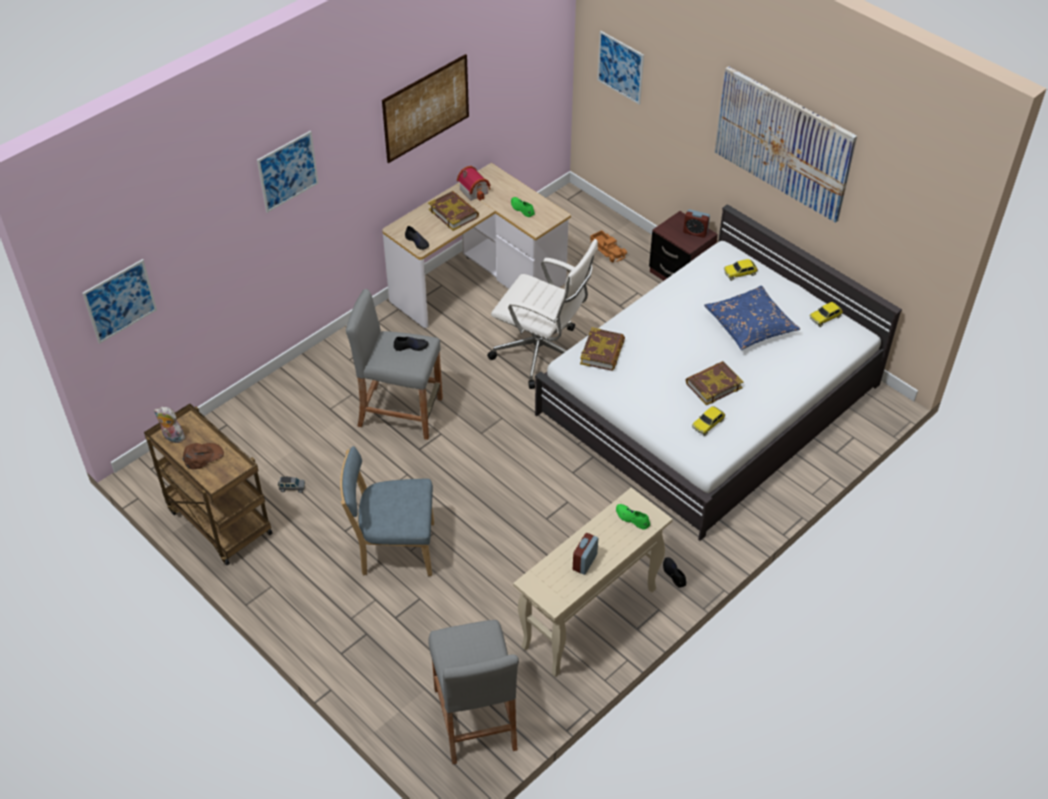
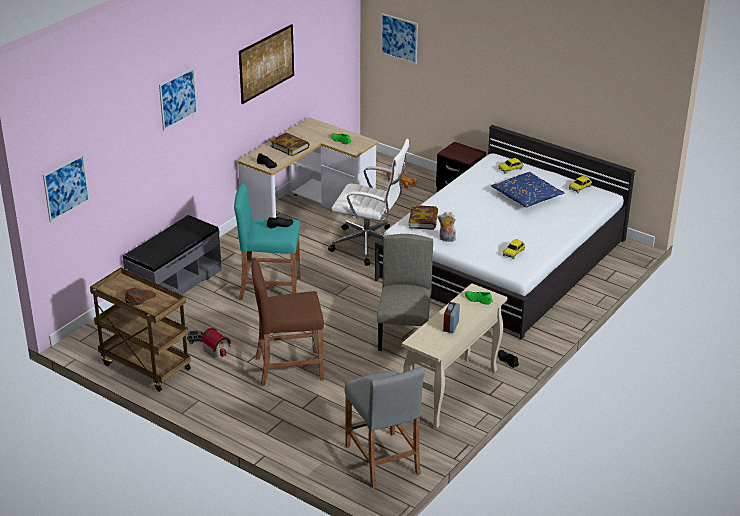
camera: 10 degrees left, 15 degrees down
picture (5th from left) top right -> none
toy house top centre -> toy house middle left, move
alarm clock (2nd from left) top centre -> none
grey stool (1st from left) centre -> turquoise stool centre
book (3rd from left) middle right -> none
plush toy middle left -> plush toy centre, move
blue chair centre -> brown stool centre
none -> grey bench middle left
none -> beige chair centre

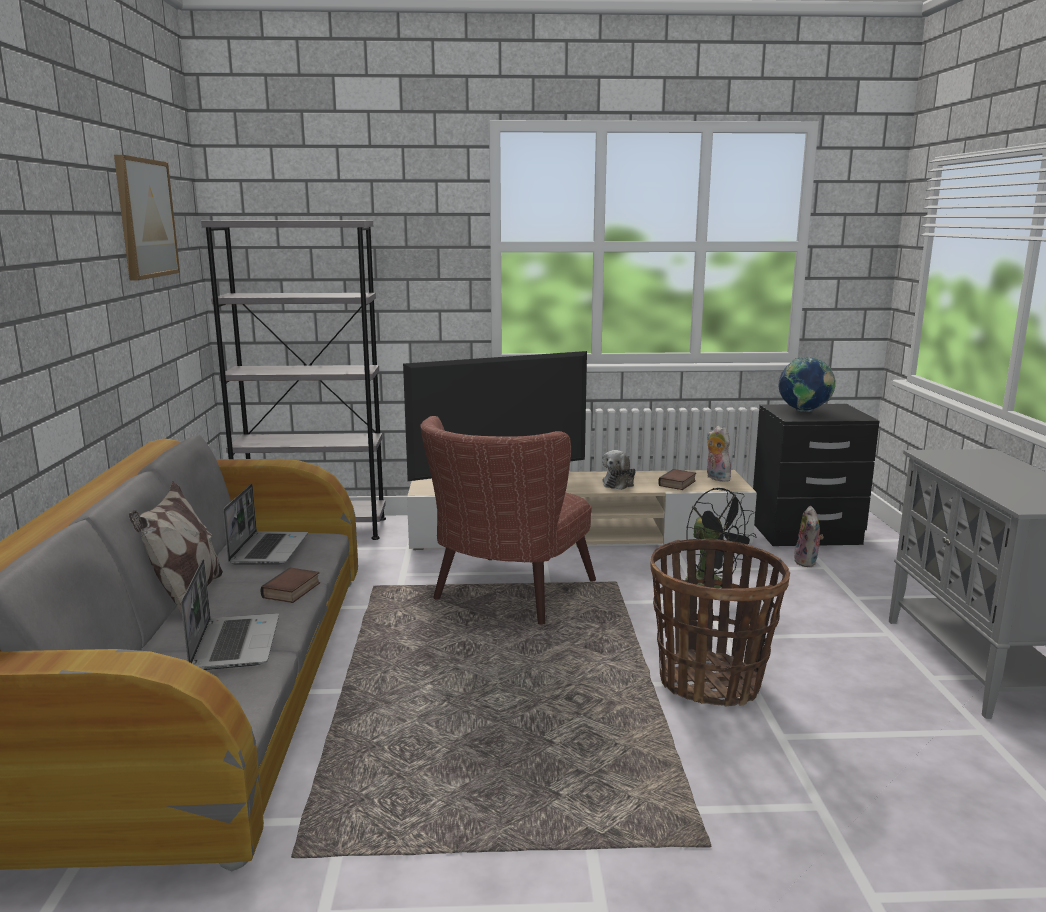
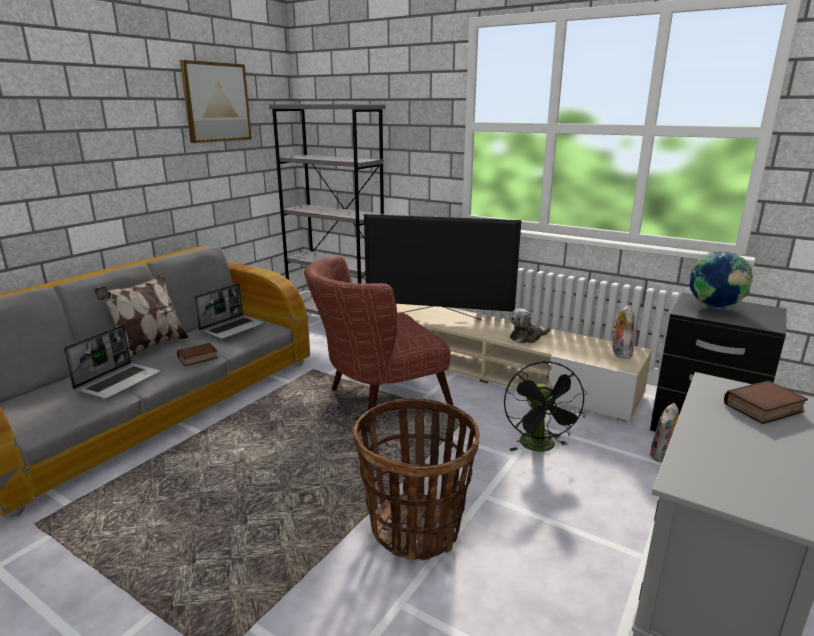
camera: 35 degrees right, 5 degrees up
book (2nd from left) centre -> book (2nd from left) middle right, move

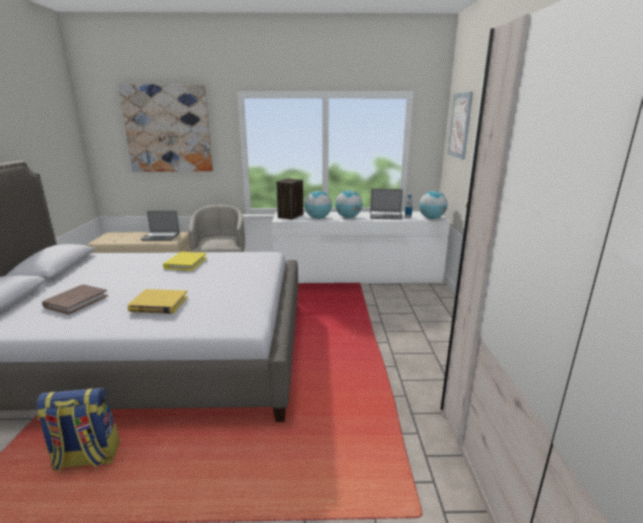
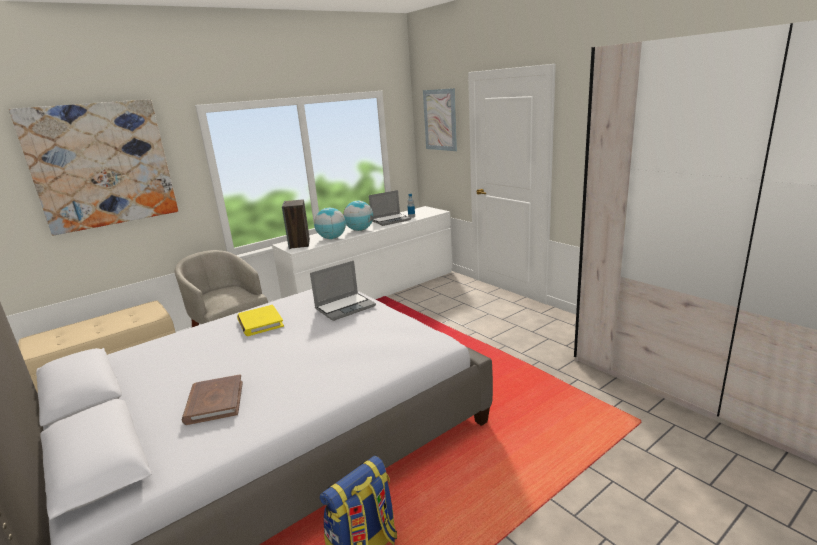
camera: 35 degrees left, 0 degrees up
globe (3rd from left) middle right -> none
laptop (1st from left) middle left -> laptop (1st from left) centre, move
yellow book (1st from left) middle left -> none

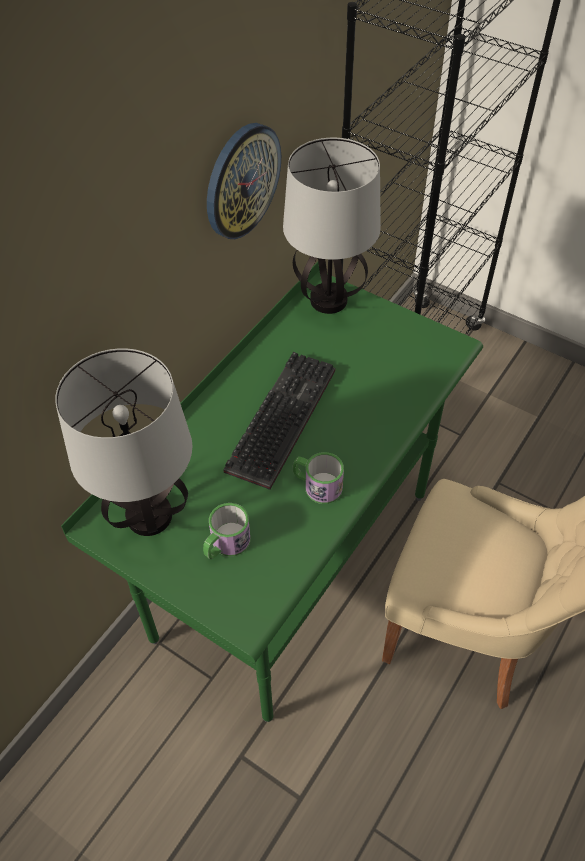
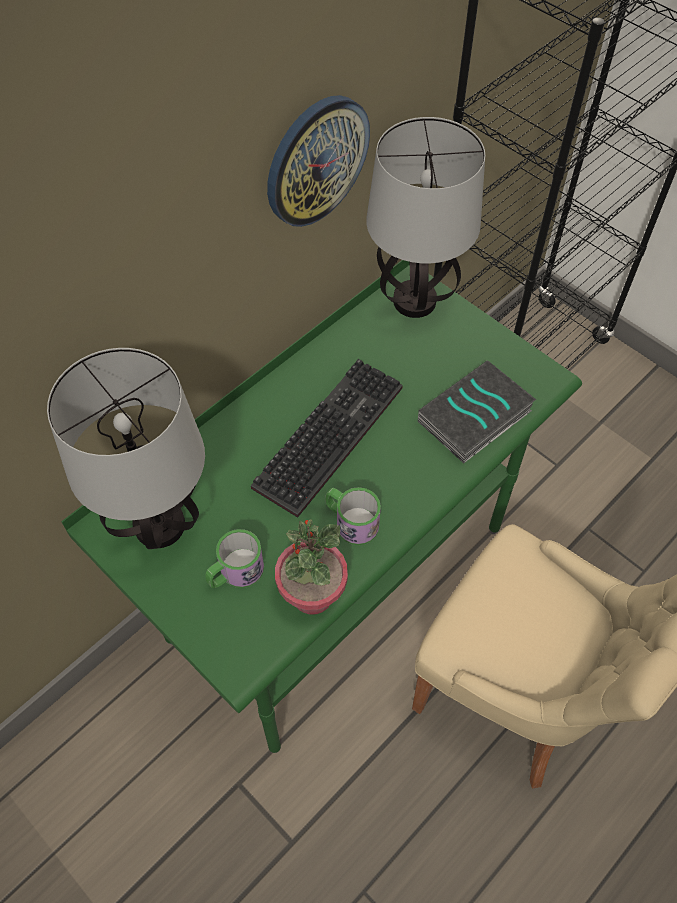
camera: 10 degrees right, 5 degrees up
none -> book middle right
none -> potted plant centre

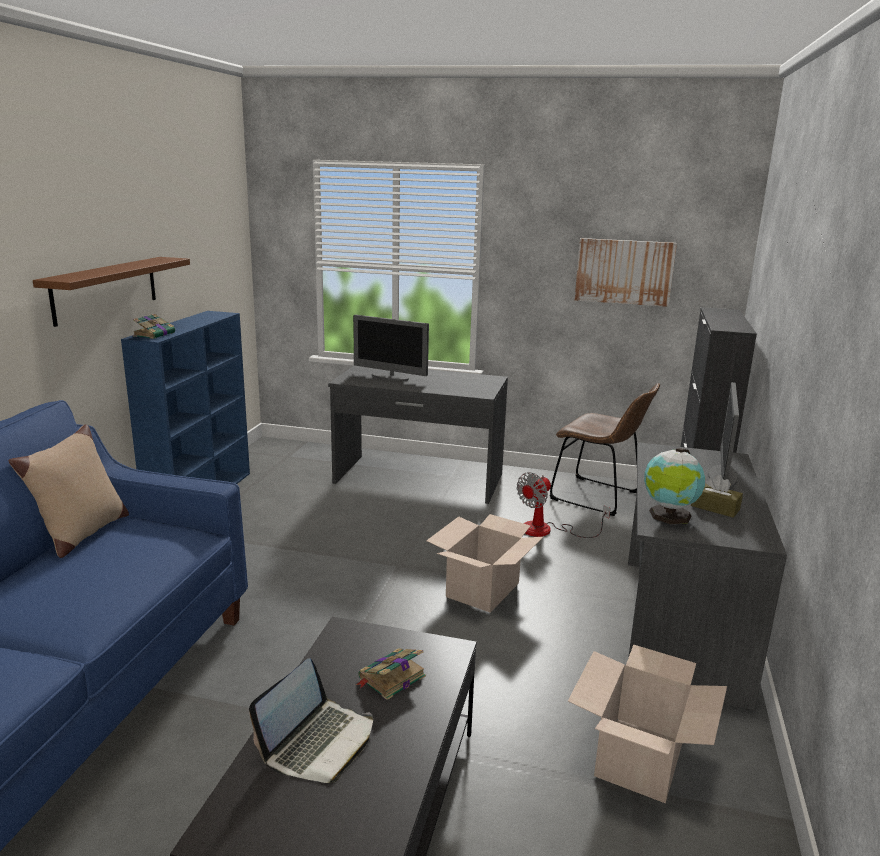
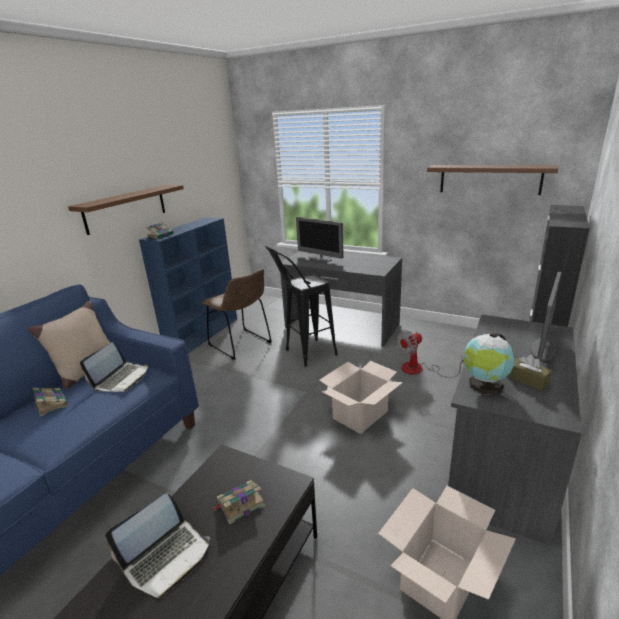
camera: 15 degrees right, 5 degrees up
picture top right -> brown shelf (2nd from left) top right
brown chair middle right -> brown chair centre, move
none -> black stool centre
none -> laptop (1st from left) middle left
none -> book (1st from left) middle left

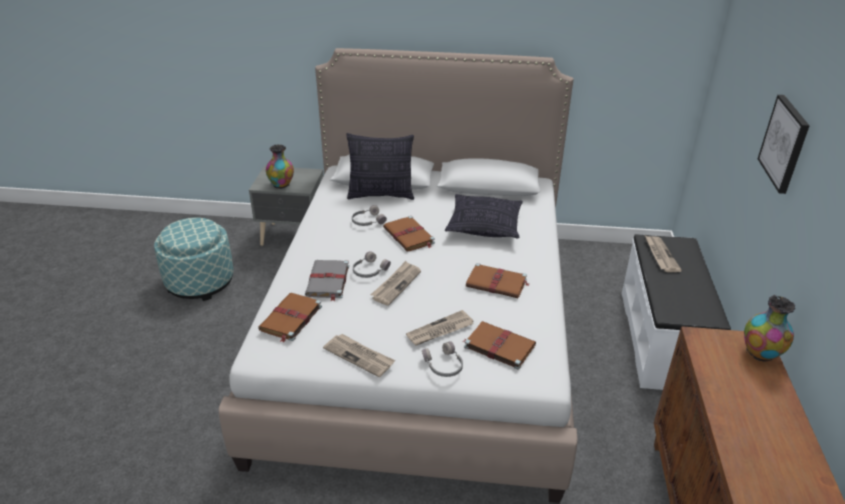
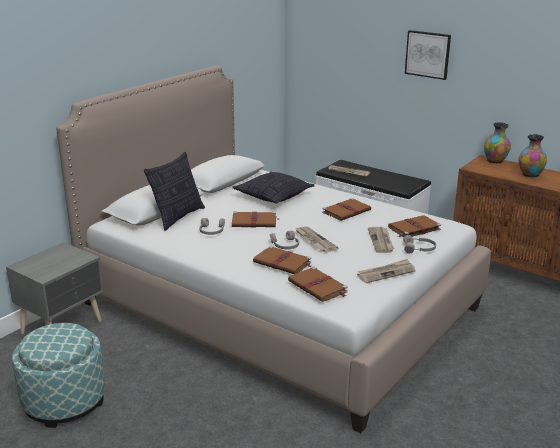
camera: 60 degrees left, 10 degrees down
vase (1st from left in the first image) top left -> vase (2nd from left) middle right, move
grey book centre -> brown book (2nd from left) centre

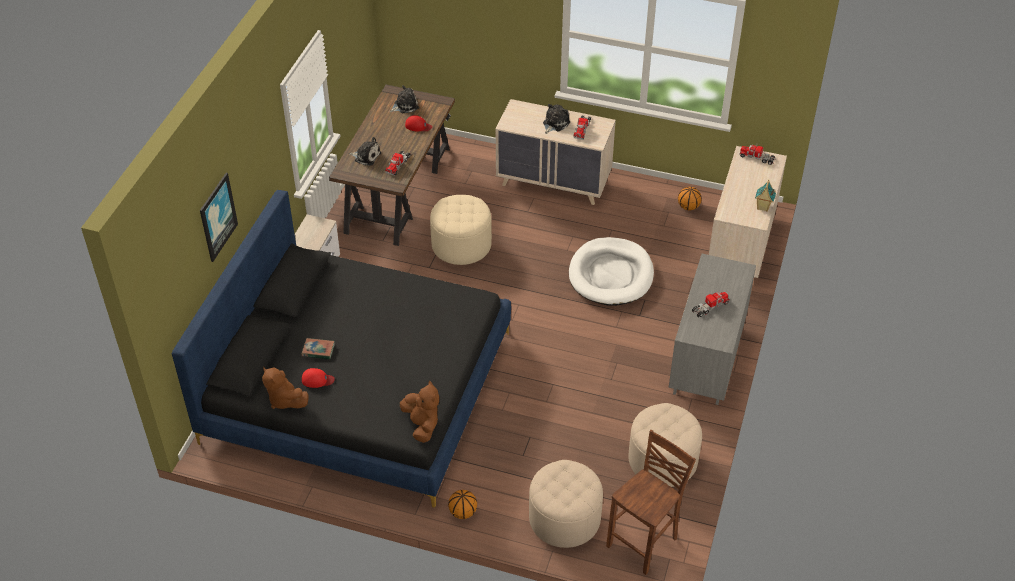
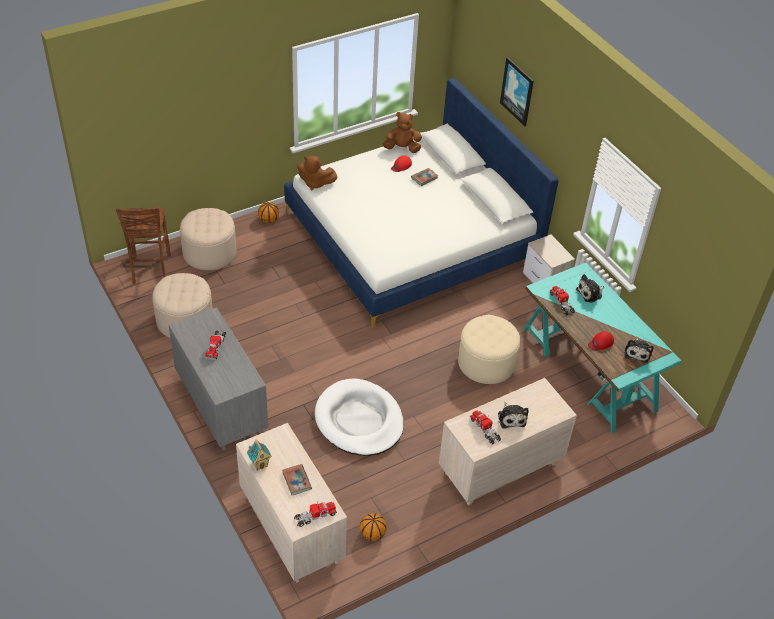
camera: 130 degrees right, 0 degrees up
brown desk top centre -> turquoise desk middle right
black bed centre -> white bed top centre
none -> book (1st from left) bottom centre

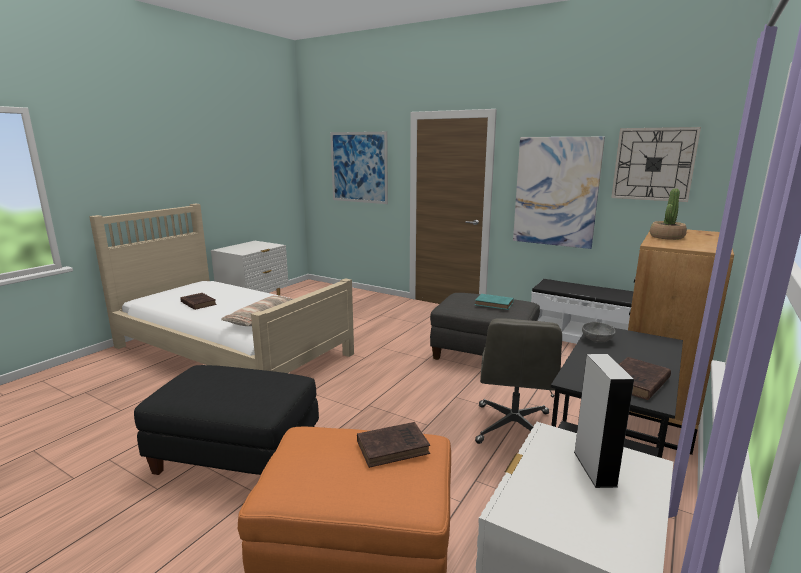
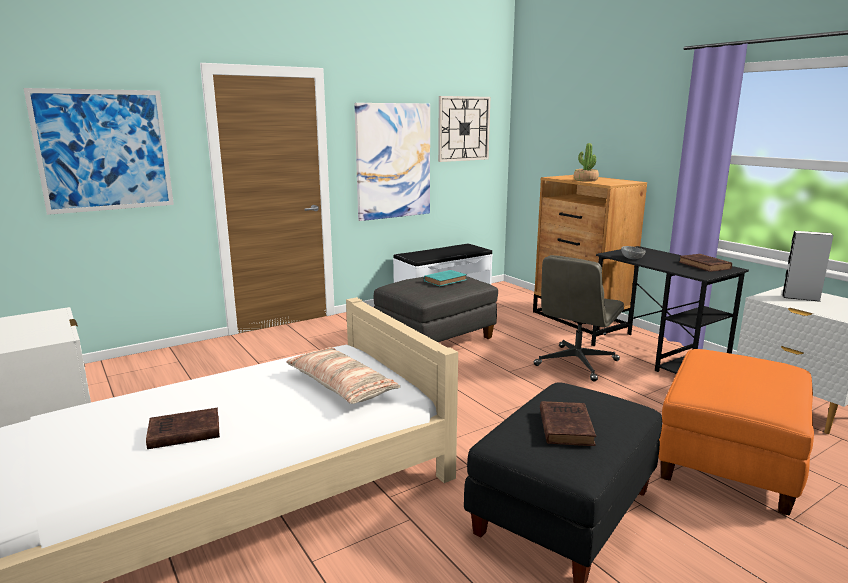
camera: 65 degrees left, 0 degrees up
grey office chair centre -> grey office chair middle right, 90 degrees clockwise
brown book (2nd from left) bottom centre -> brown book (2nd from left) bottom right, move

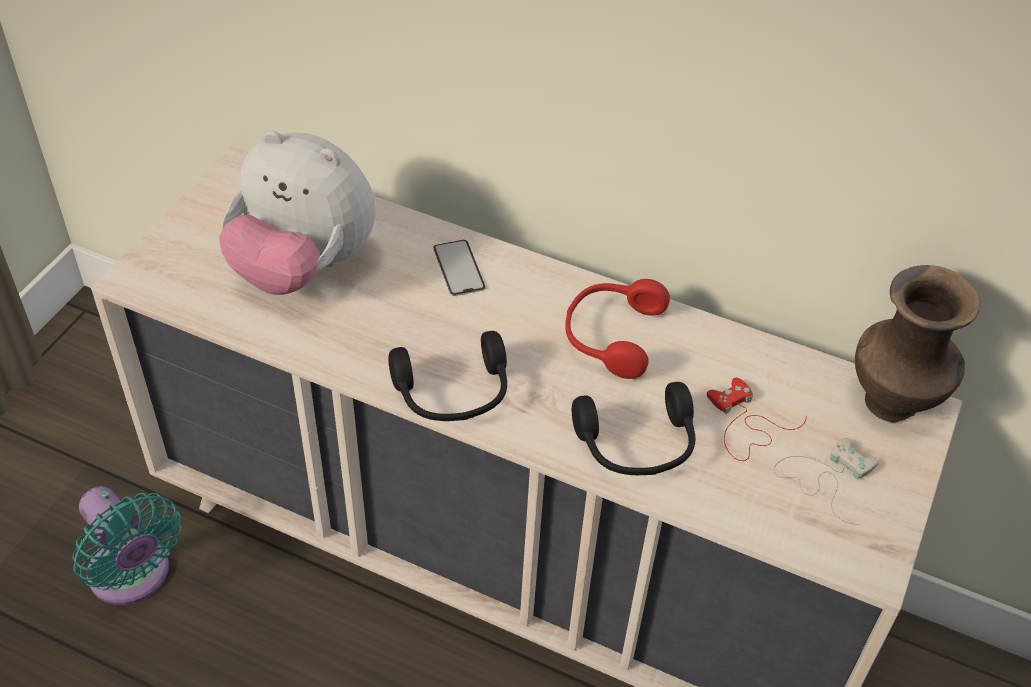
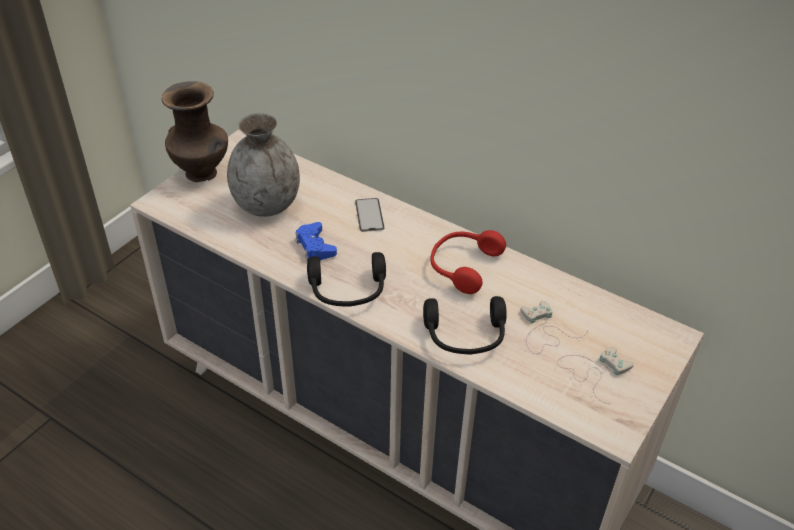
camera: 10 degrees right, 5 degrees down
plush toy top left -> grey vase top left
brown vase middle right -> brown vase top left, move
red game controller middle right -> white game controller (1st from left) middle right
turquoise fan bottom left -> none
none -> blue game controller centre

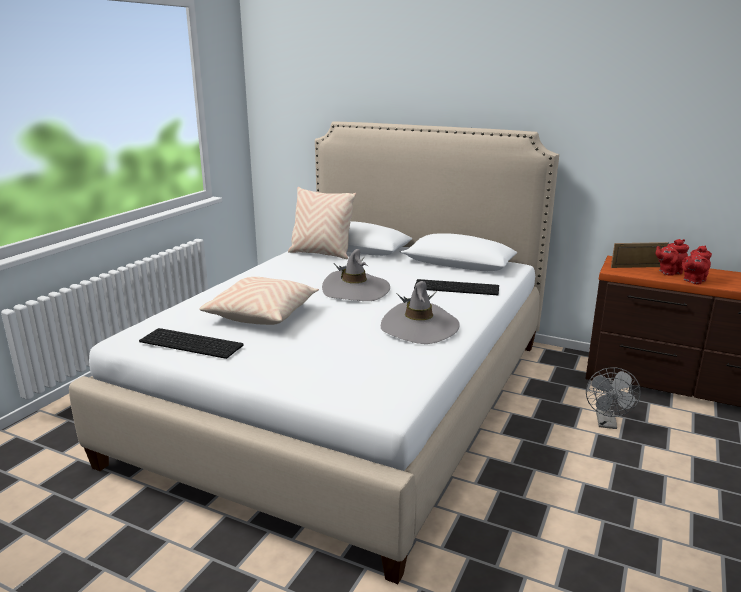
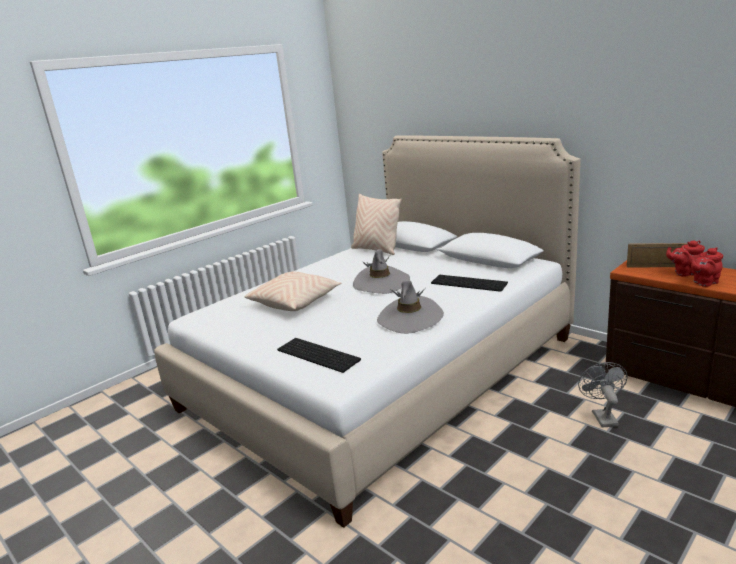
camera: 20 degrees right, 0 degrees up
keyboard (1st from left) middle left -> keyboard (1st from left) centre, move
grey fan bottom right, 150 degrees clockwise

